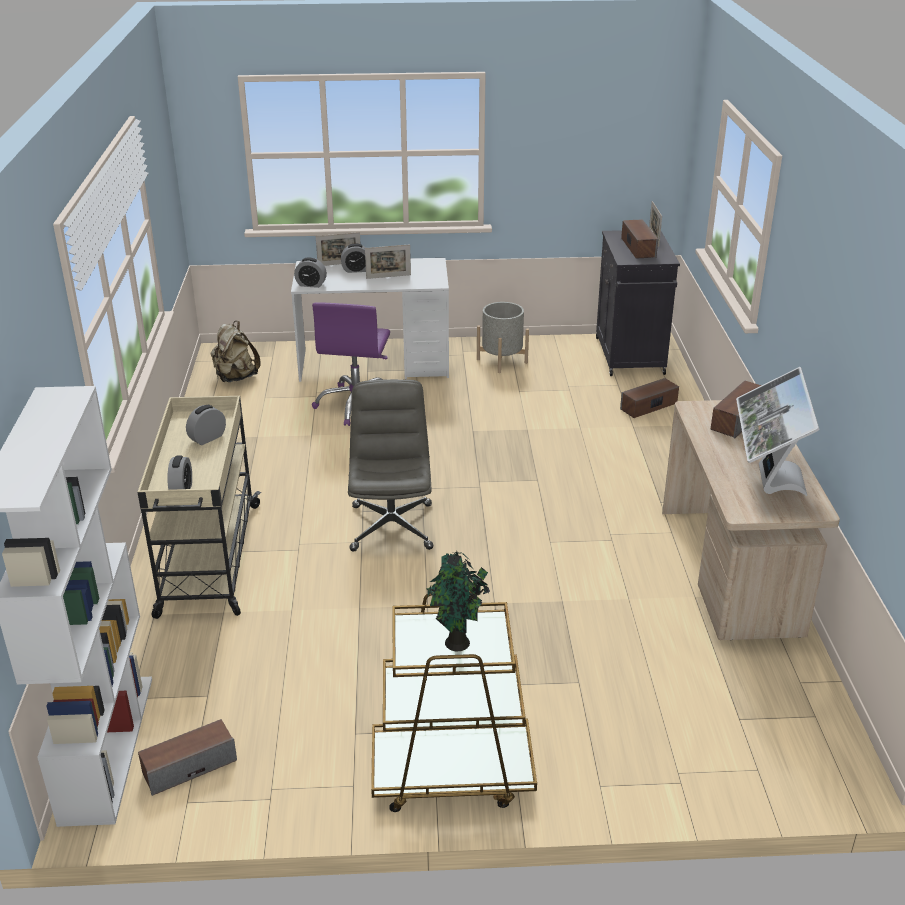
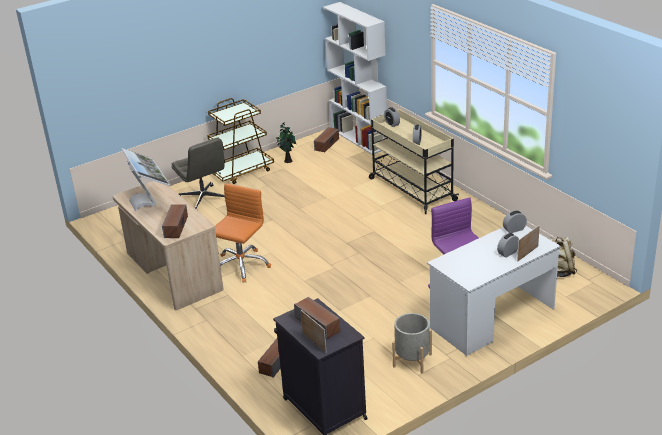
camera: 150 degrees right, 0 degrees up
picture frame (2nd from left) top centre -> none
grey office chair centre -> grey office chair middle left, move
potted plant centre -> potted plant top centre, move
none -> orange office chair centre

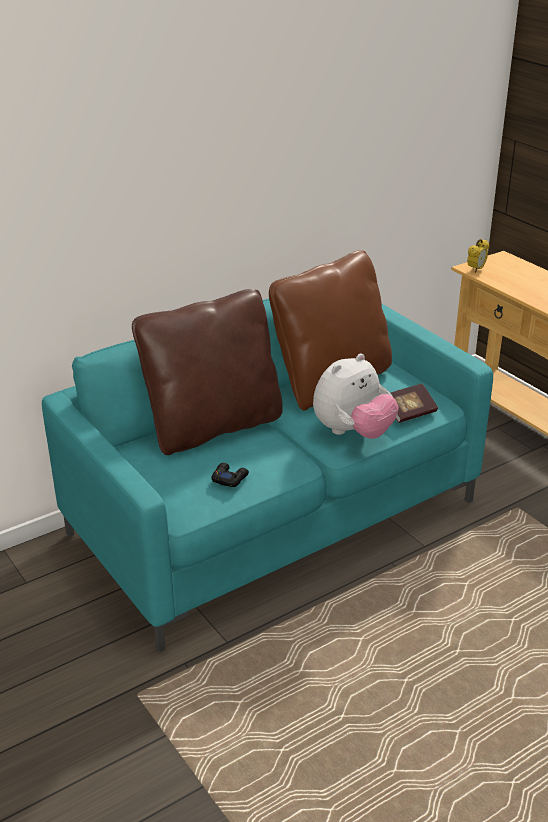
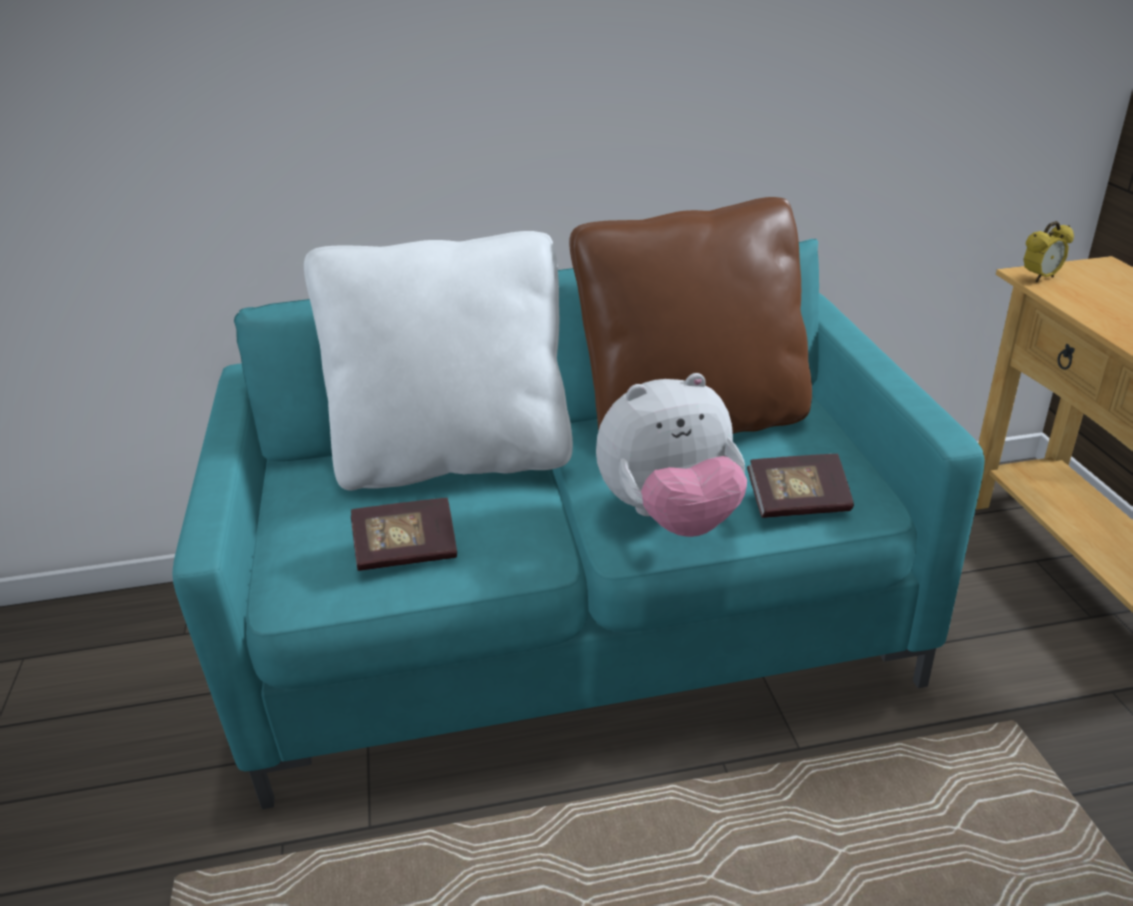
camera: 25 degrees right, 0 degrees up
brown pillow (1st from left) centre -> white pillow centre
black game controller centre -> book (1st from left) centre

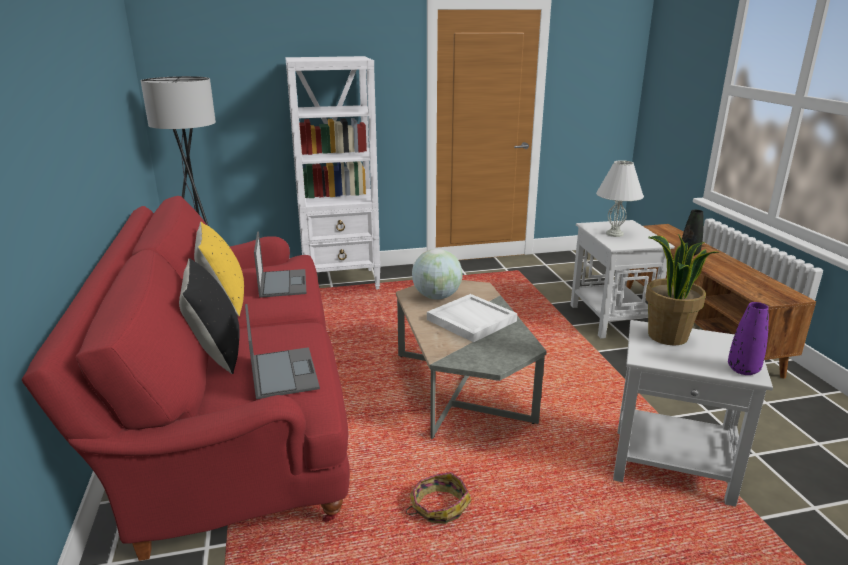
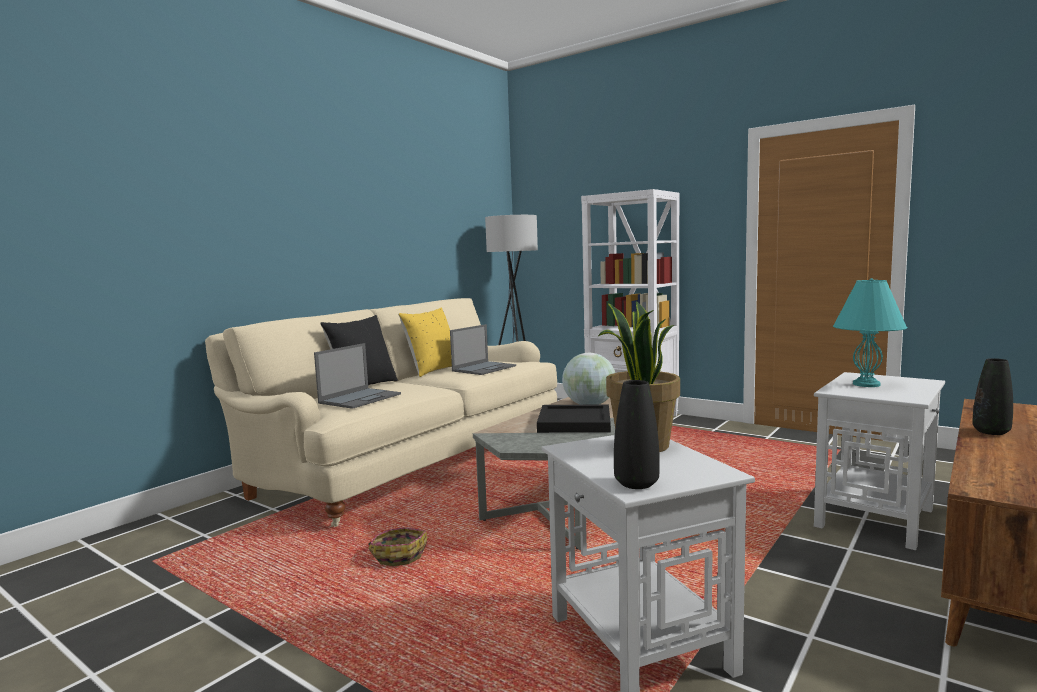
camera: 50 degrees right, 15 degrees down
white table lamp middle right -> turquoise table lamp middle right
red sofa bottom left -> beige sofa centre
white tray centre -> black tray centre
purple vase middle right -> black vase (1st from left) centre

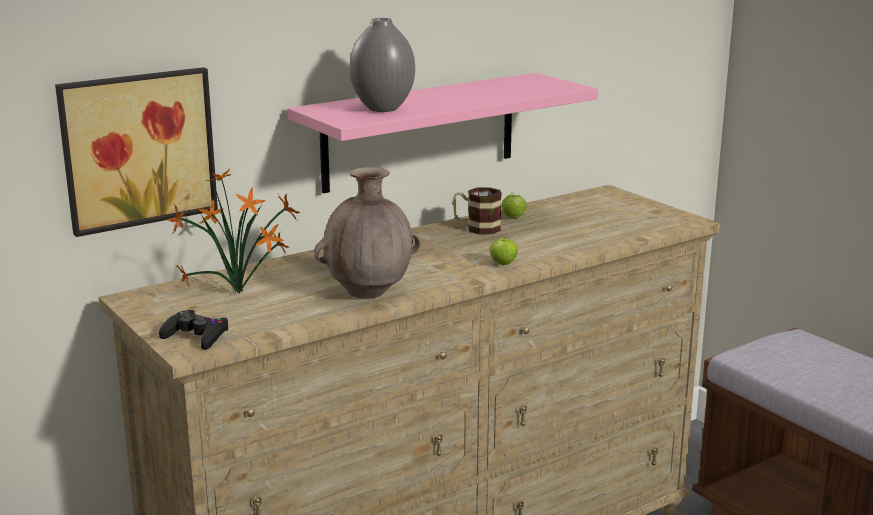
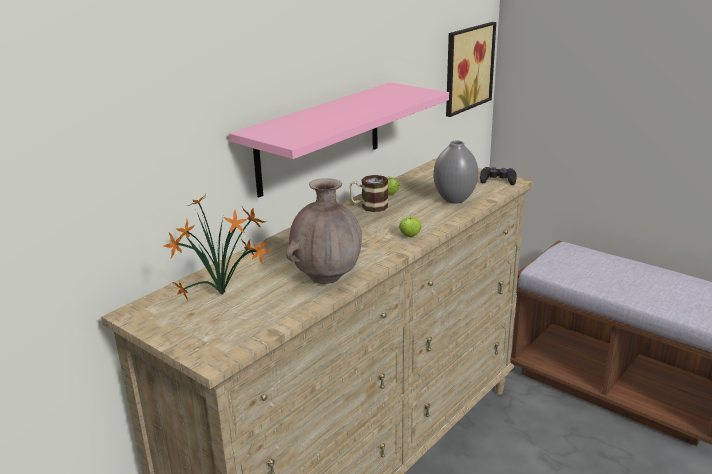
camera: 15 degrees left, 5 degrees up
grey vase top centre -> grey vase centre, move
picture top left -> picture top centre, move
black game controller middle left -> black game controller middle right, move

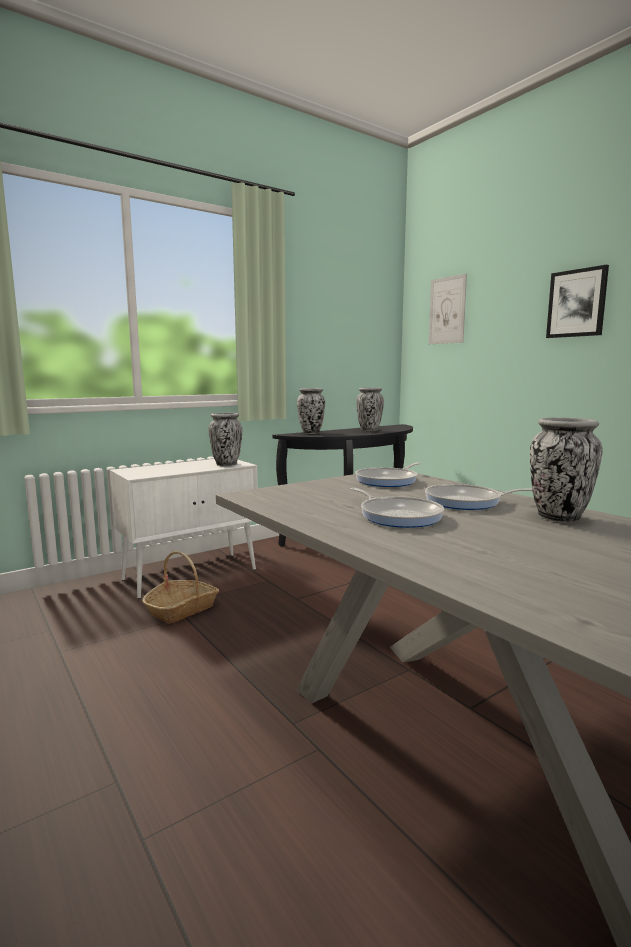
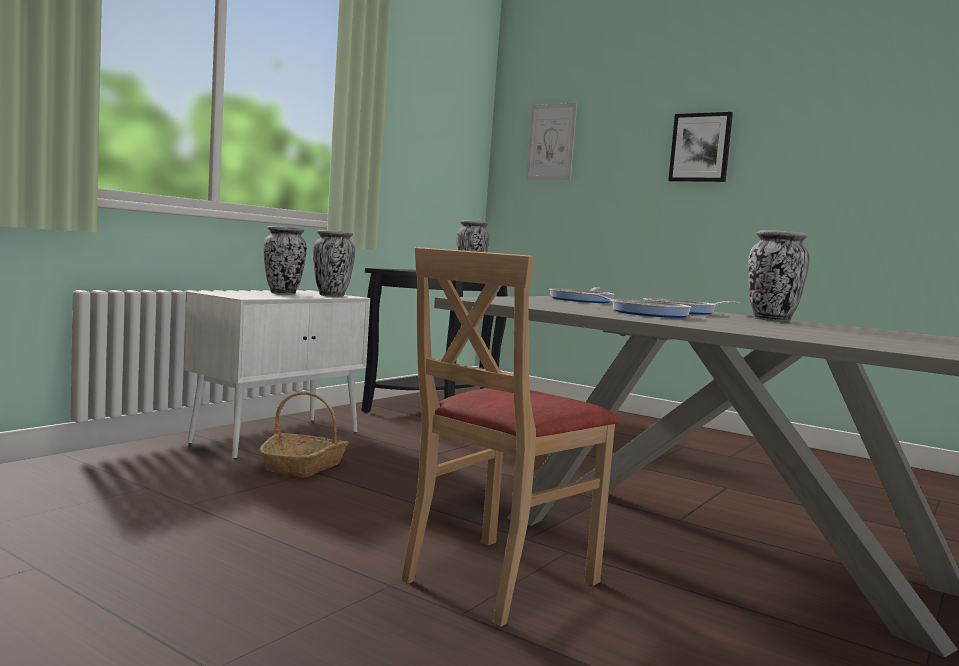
camera: 20 degrees left, 5 degrees down
vase (2nd from left in the first image) centre -> vase (1st from left) middle left, move
none -> beige chair centre

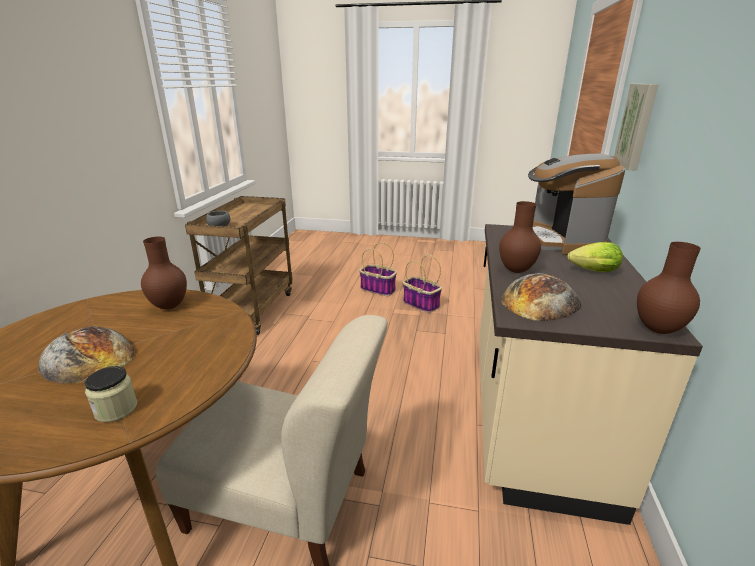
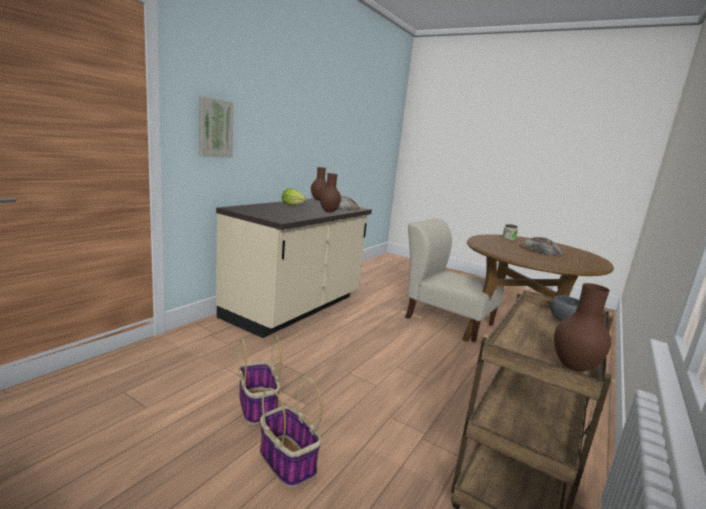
camera: 160 degrees left, 10 degrees down
coffee machine middle right -> none
brown vase (1st from left in the first image) middle left -> brown vase (3rd from left) middle right, move

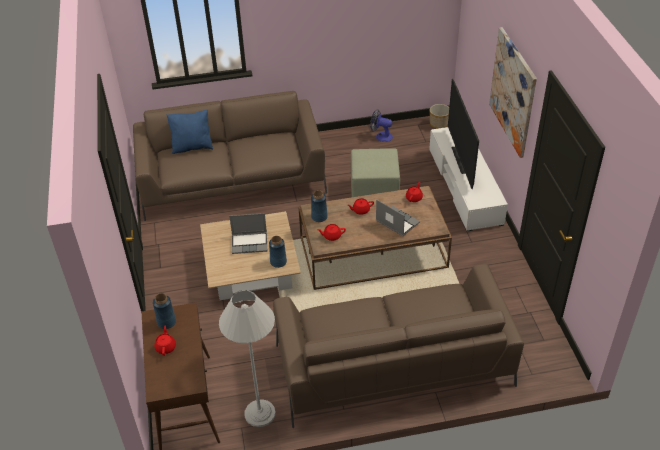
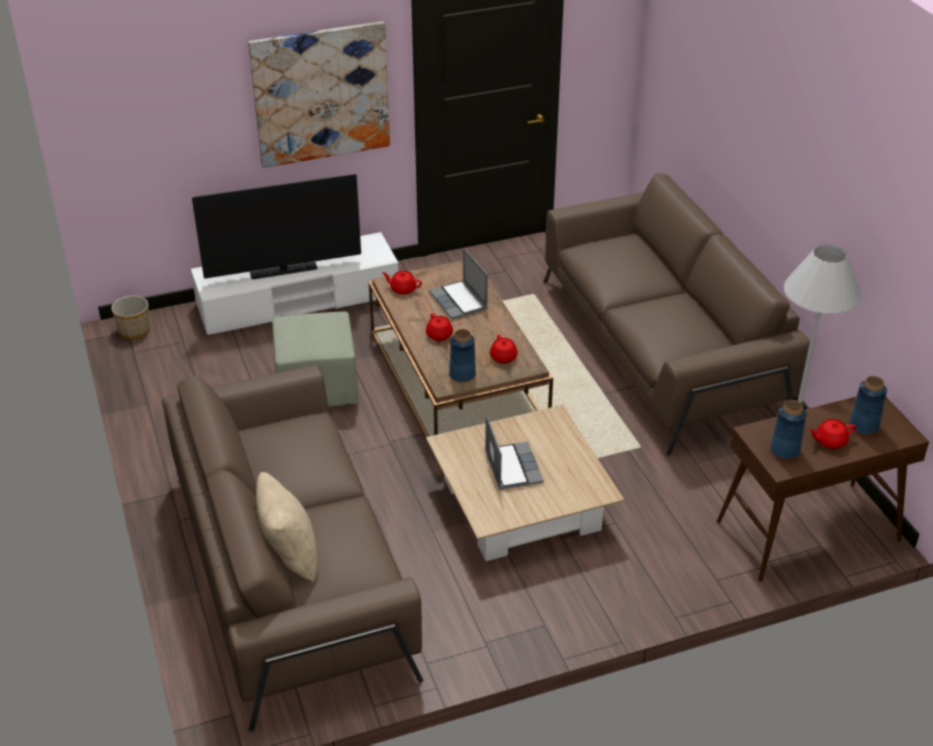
camera: 100 degrees left, 5 degrees down
fan top centre -> none
blue pillow top left -> beige pillow bottom left
laptop (2nd from left in the first image) centre -> laptop (1st from left) centre, 60 degrees counterclockwise
blue vase (2nd from left in the first image) centre -> blue vase (3rd from left) middle right, move

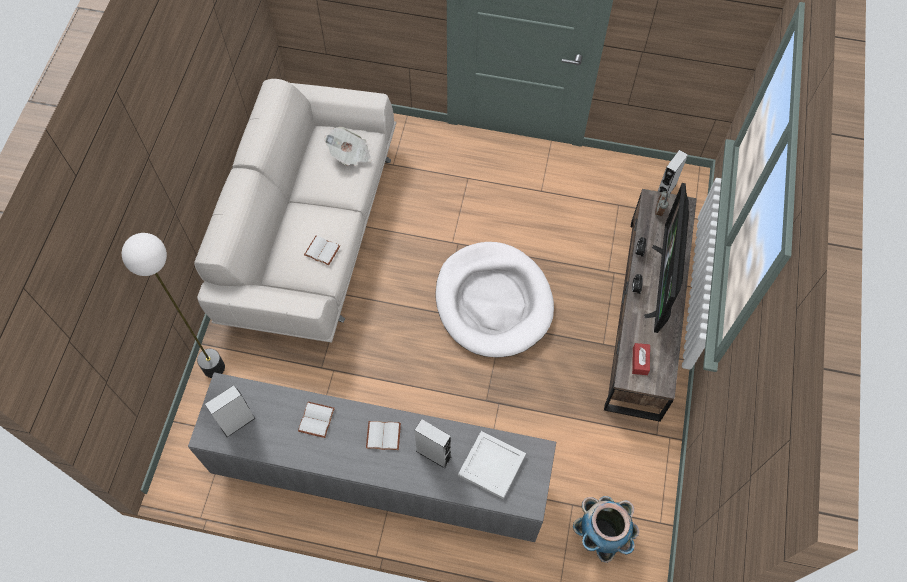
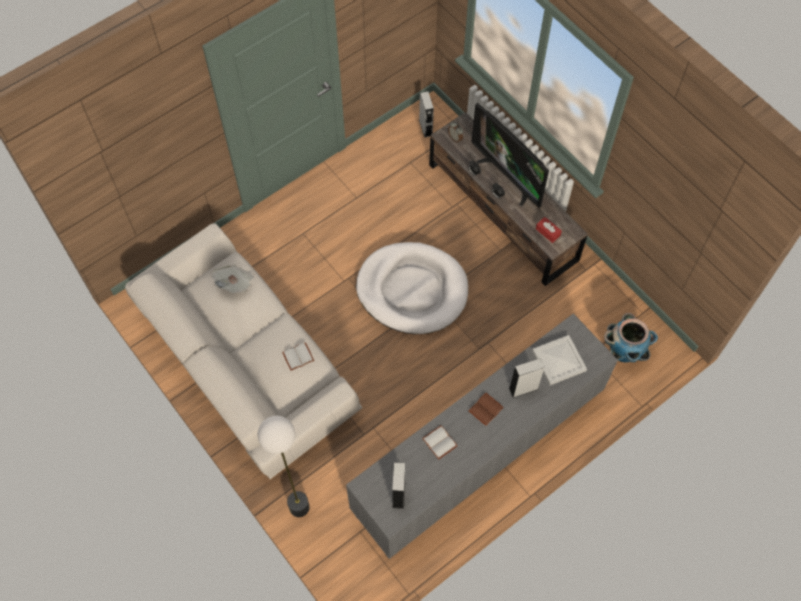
camera: 50 degrees left, 0 degrees up
white book (3rd from left) bottom centre -> brown book bottom centre

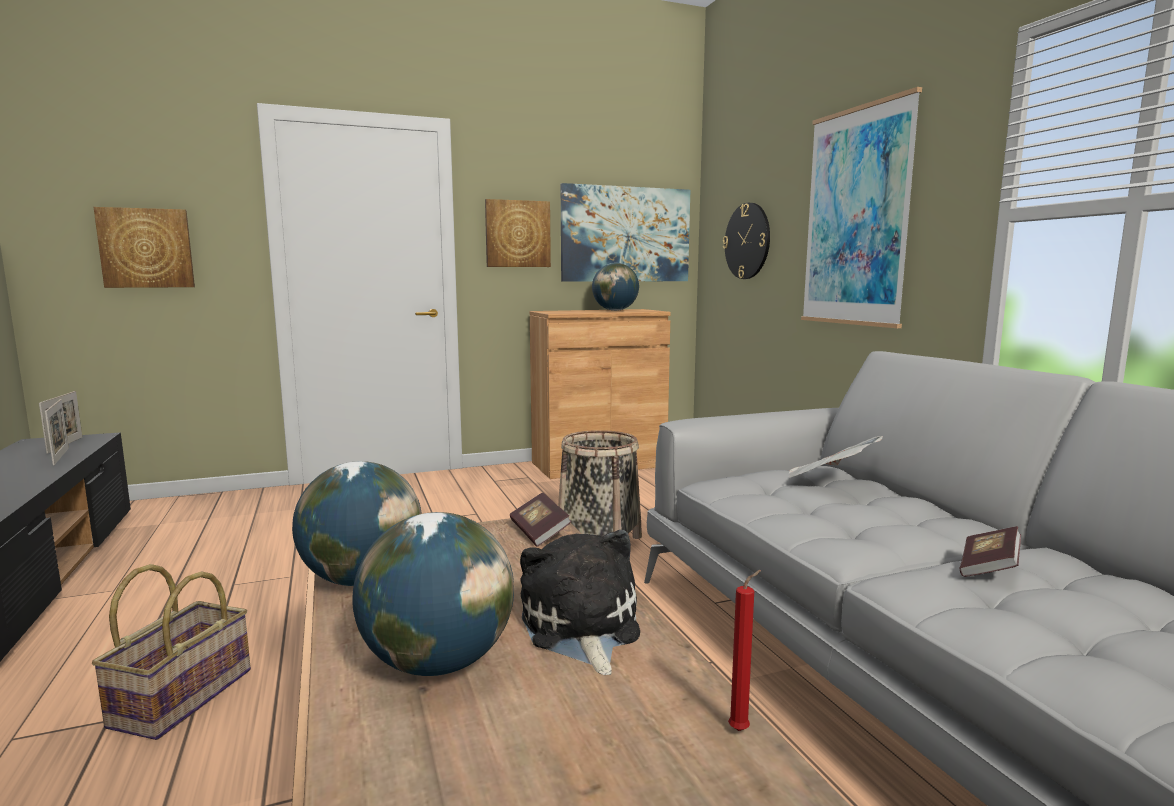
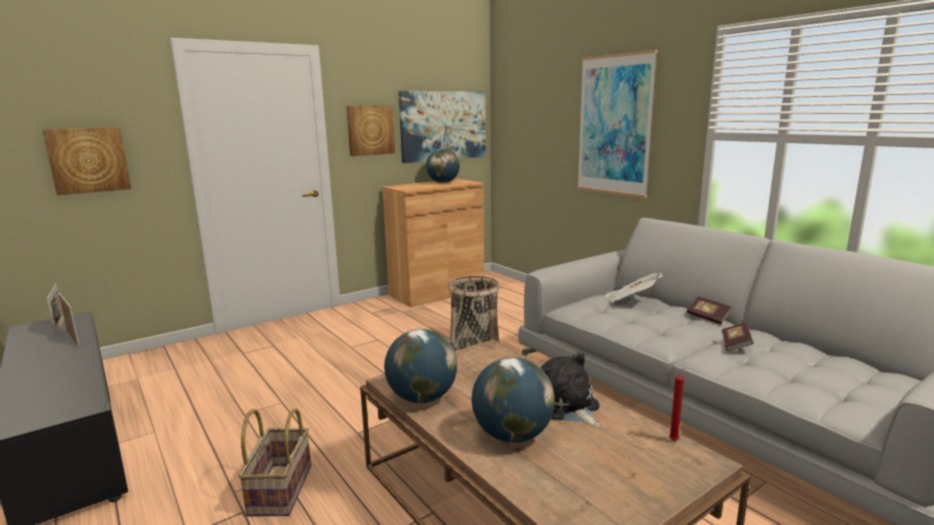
camera: 15 degrees left, 5 degrees up
wall clock top centre -> none
book (1st from left) centre -> book (1st from left) middle right, move

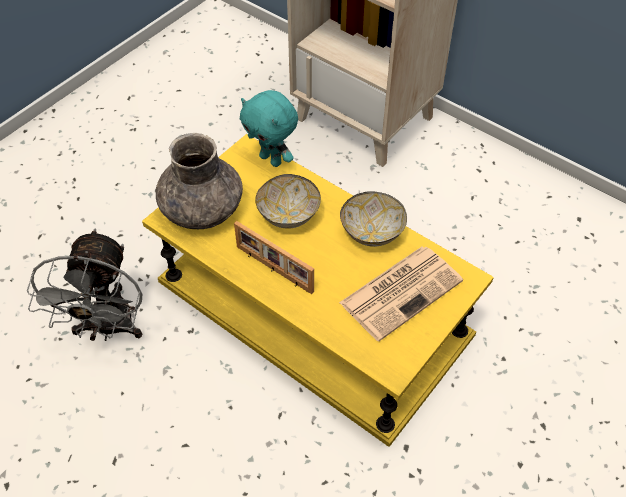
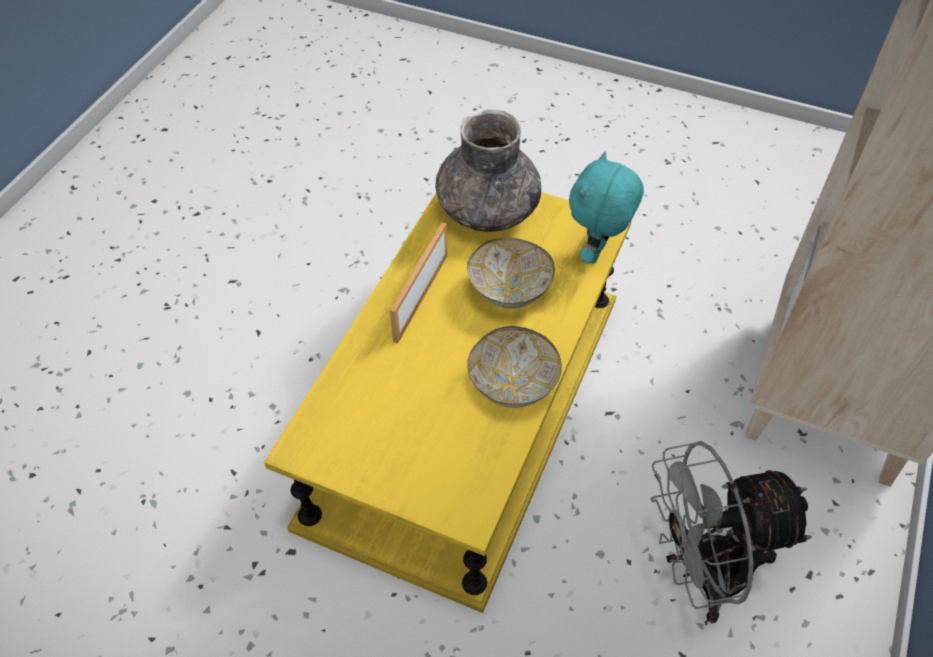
camera: 75 degrees right, 0 degrees up
grey fan middle left -> grey fan bottom right, move
newspaper centre -> none

